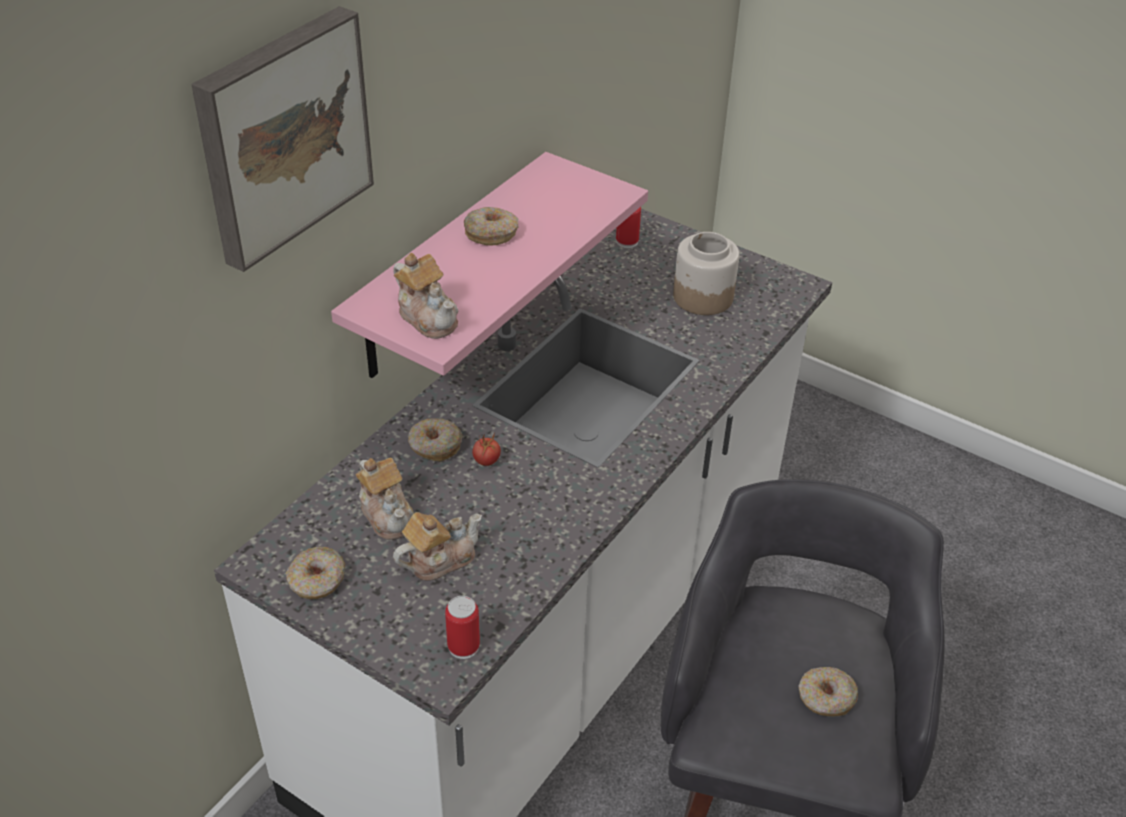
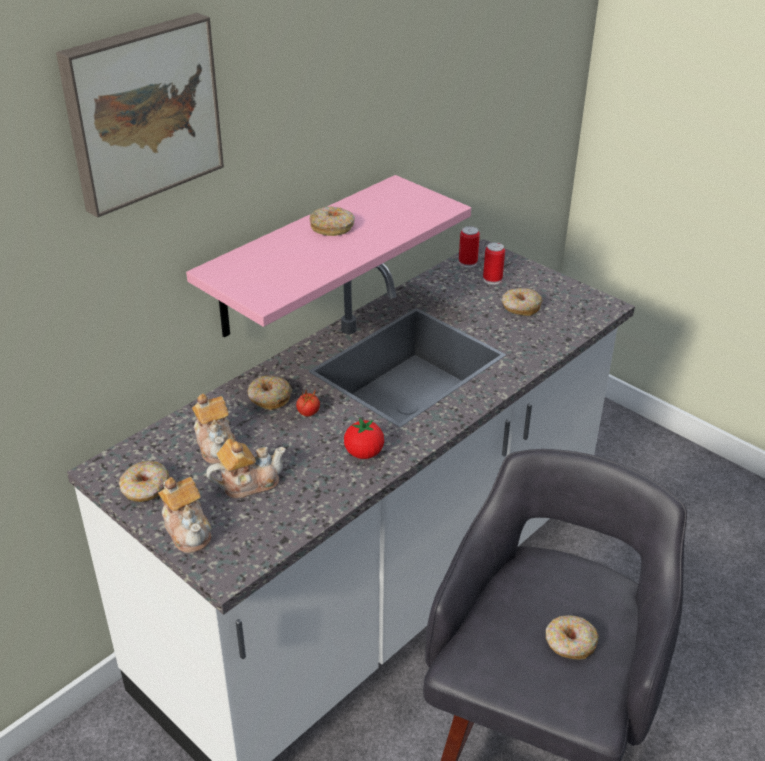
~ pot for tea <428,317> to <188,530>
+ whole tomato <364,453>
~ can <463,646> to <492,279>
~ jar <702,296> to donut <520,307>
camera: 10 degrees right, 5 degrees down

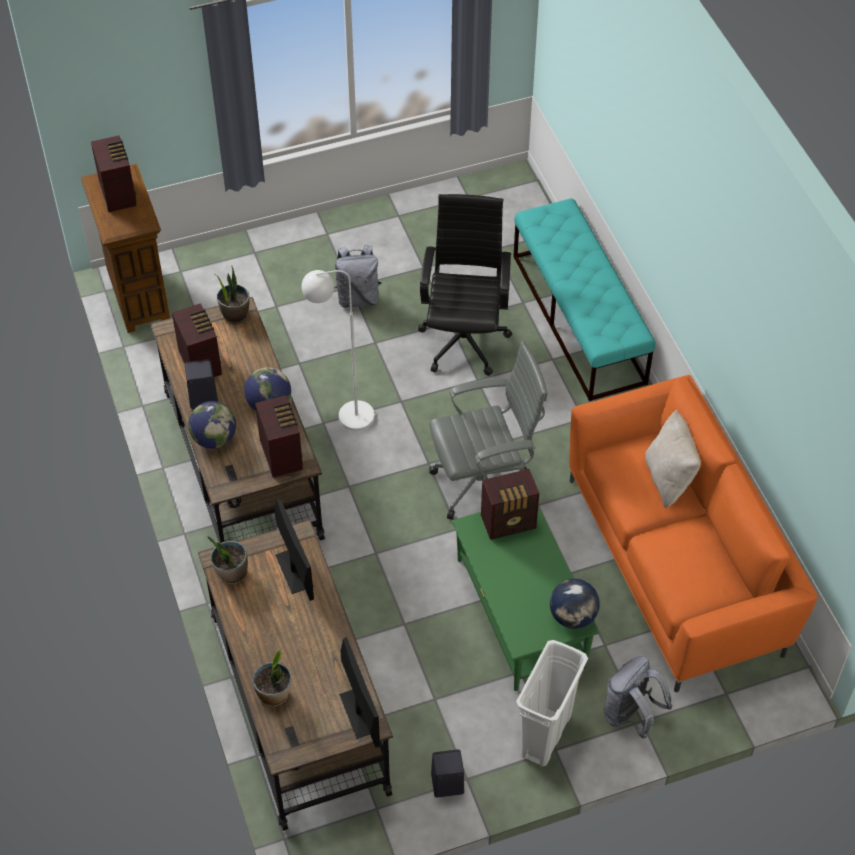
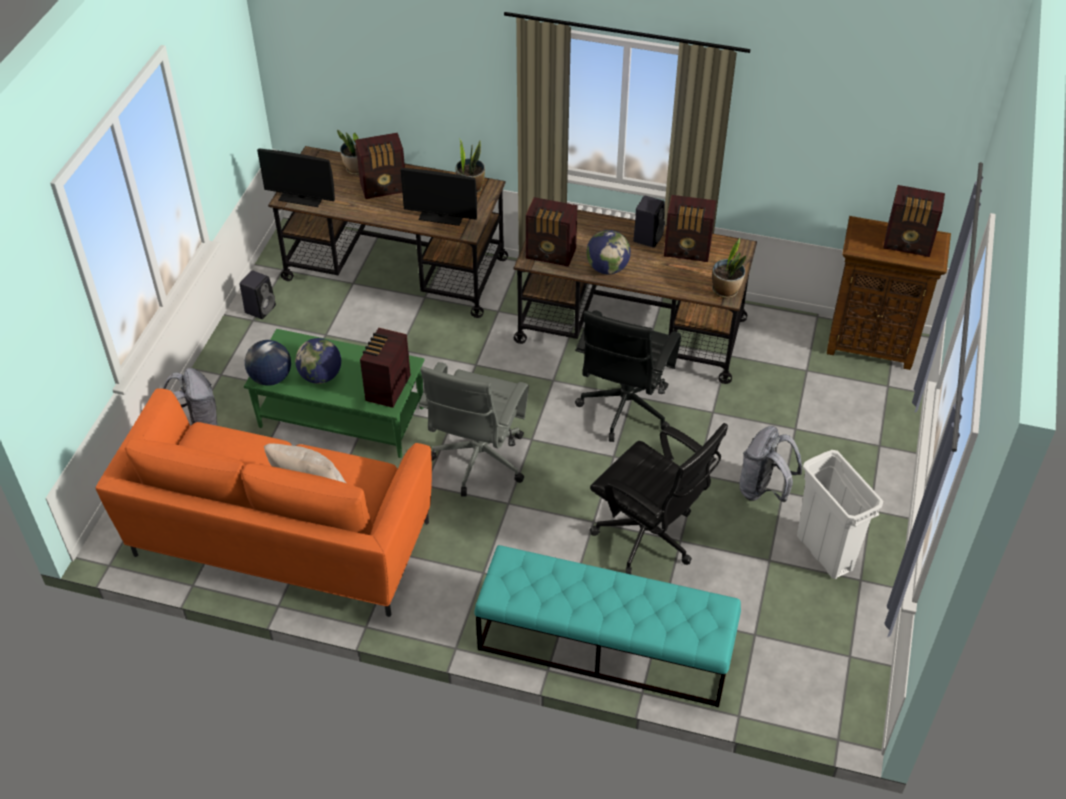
~ world globe <214,439> to <321,376>
+ radio set <384,188>
~ floor lamp (white-coloured) <345,419> to office chair (black) <624,411>
~ waste bin (white-coloured) <546,735> to <825,553>
camera: 125 degrees right, 5 degrees down

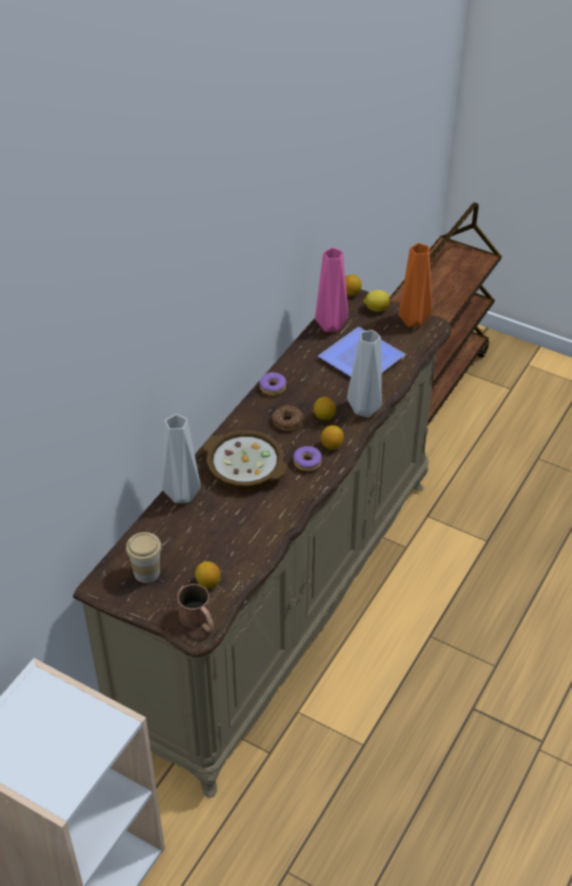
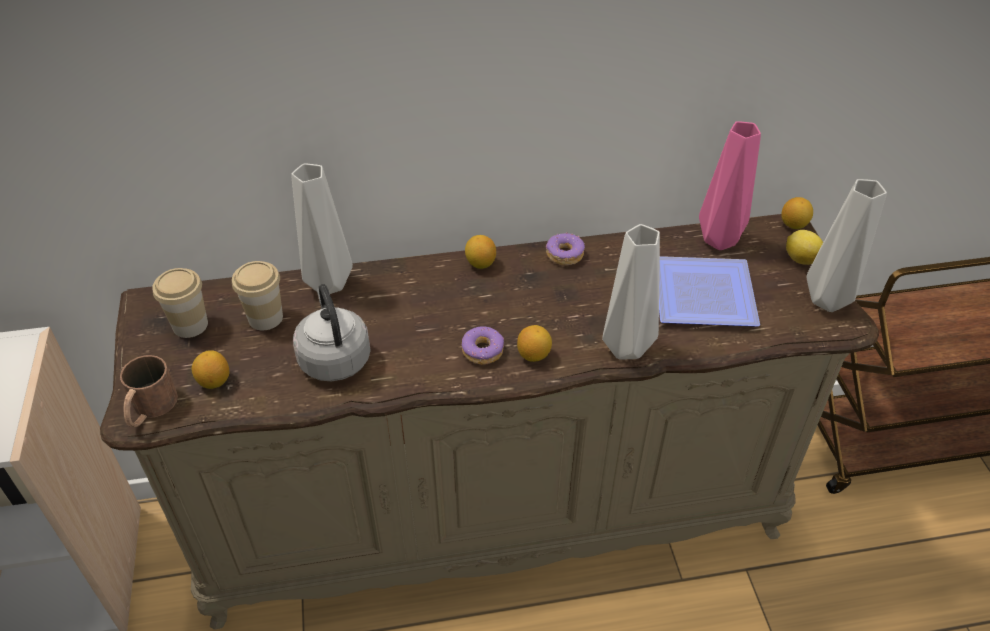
+ cup <265,318>
+ tea kettle (greyish) <334,357>
~ citrus fruit <324,417> to <480,263>
~ vase (orange-coloured) <414,321> to vase (greyish) <829,302>
- serving bowl <245,467>
- donut <287,421>
camera: 50 degrees right, 0 degrees up

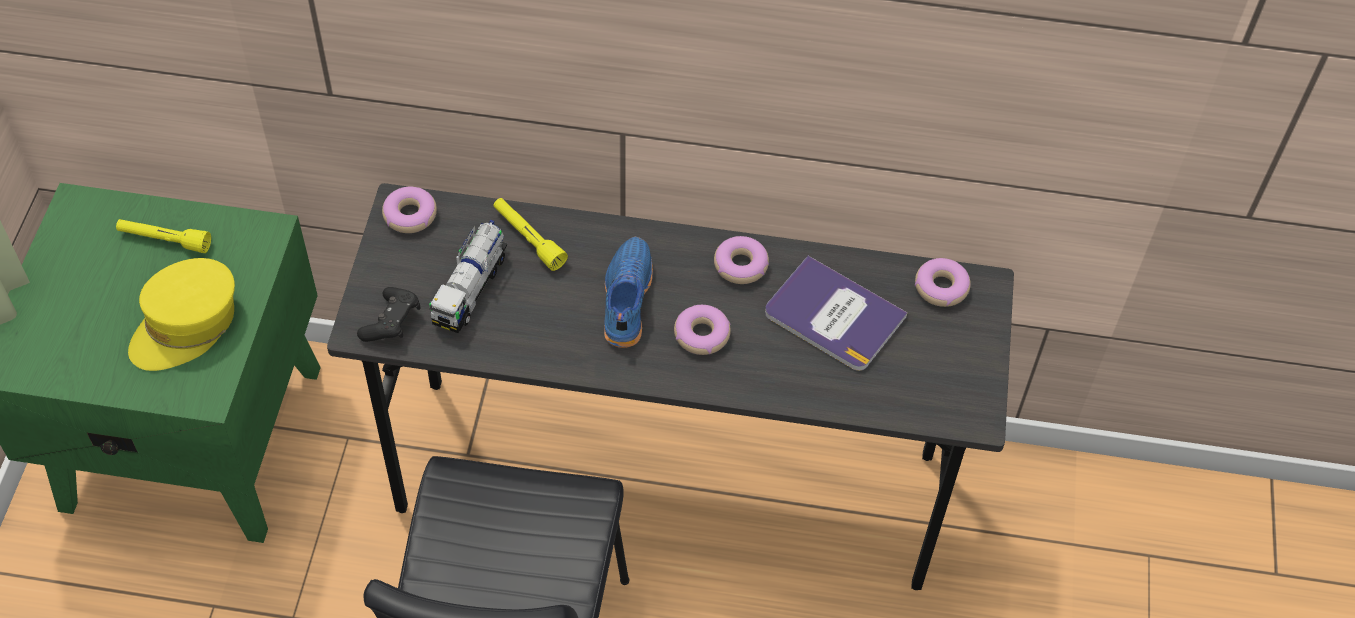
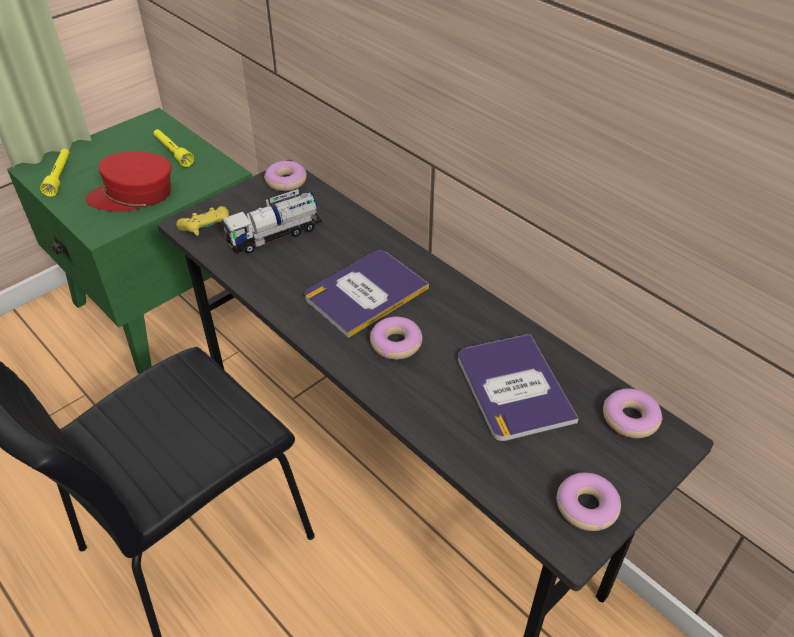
~ torch (yellowish) <528,238> to <59,177>
~ cap (yellowish) <186,325> to cap (red) <133,195>
~ gamepad (black) <392,323> to gamepad (yellowish) <207,229>
~ low shoe (bluish) <625,299> to bound book <365,293>
~ donut <741,265> to <586,507>
camera: 40 degrees right, 10 degrees down

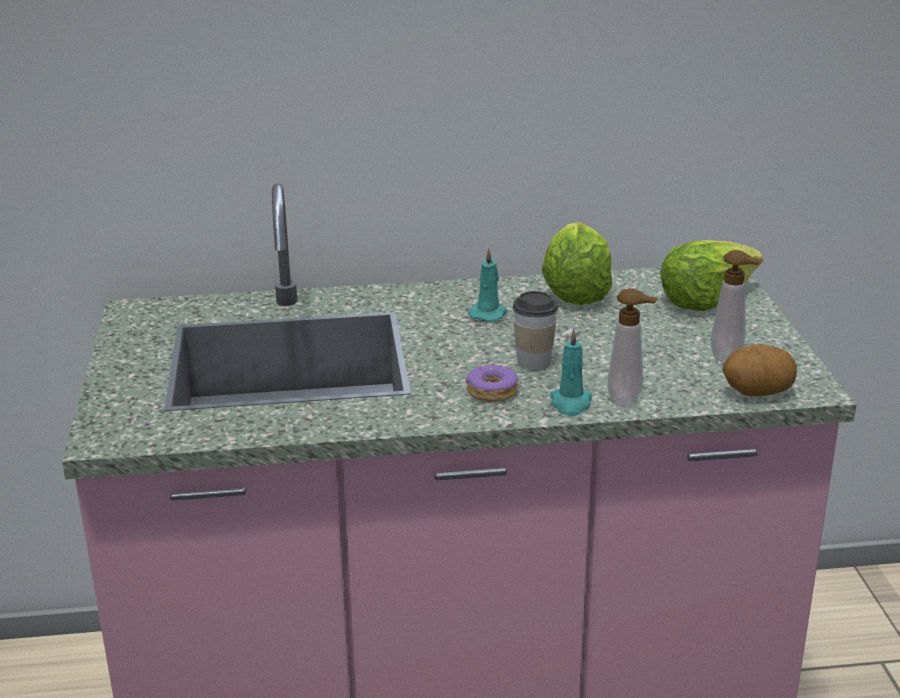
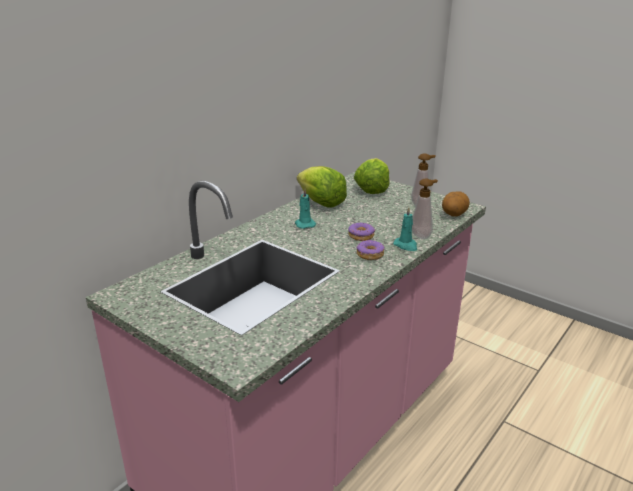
~ cup <534,362> to donut <361,236>
camera: 45 degrees left, 0 degrees up

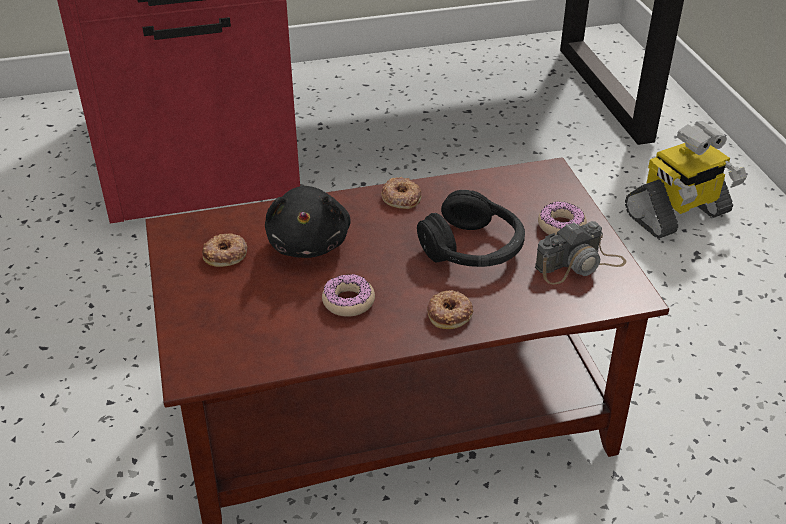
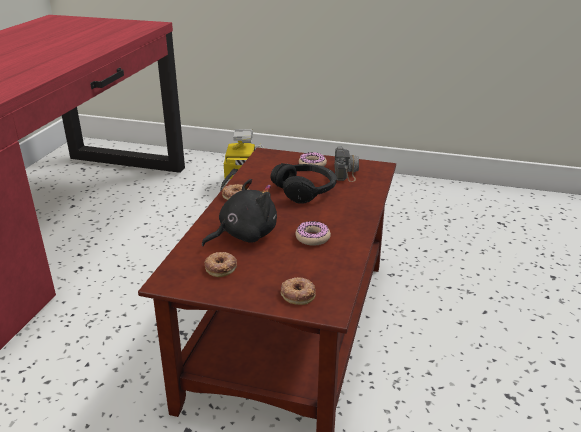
~ plush toy (black) <309,243> = <244,235> 60 degrees counterclockwise
~ donut <450,313> to <298,294>
camera: 60 degrees left, 10 degrees down

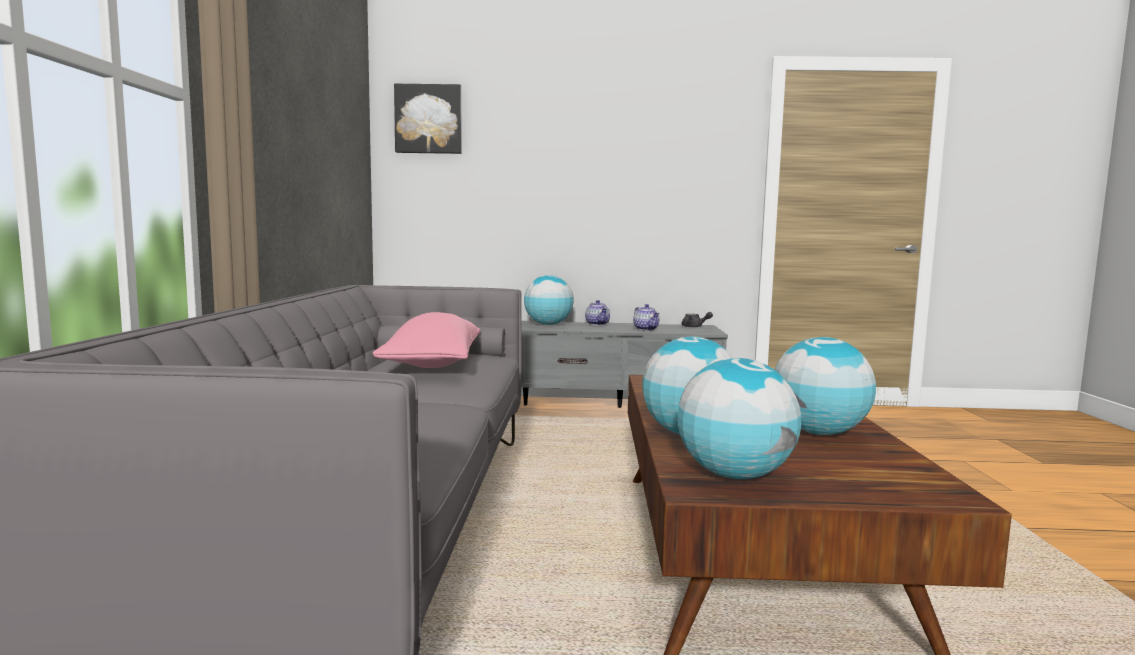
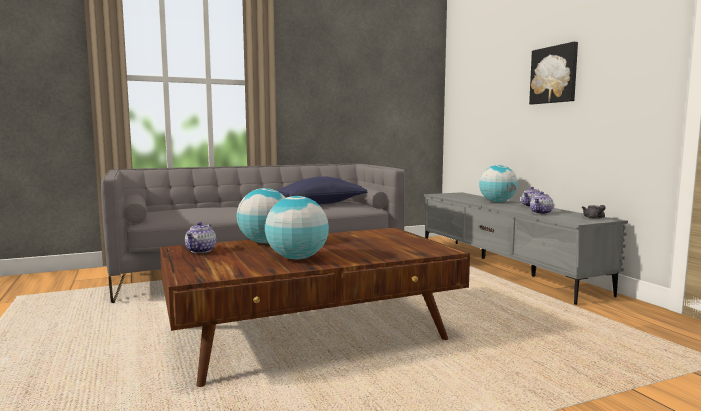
~ world globe <734,475> to pot for tea <201,250>
~ pillow (pink) <432,364> to pillow (bluish) <321,203>
~ wall art <429,119> to <554,75>
camera: 65 degrees right, 0 degrees up

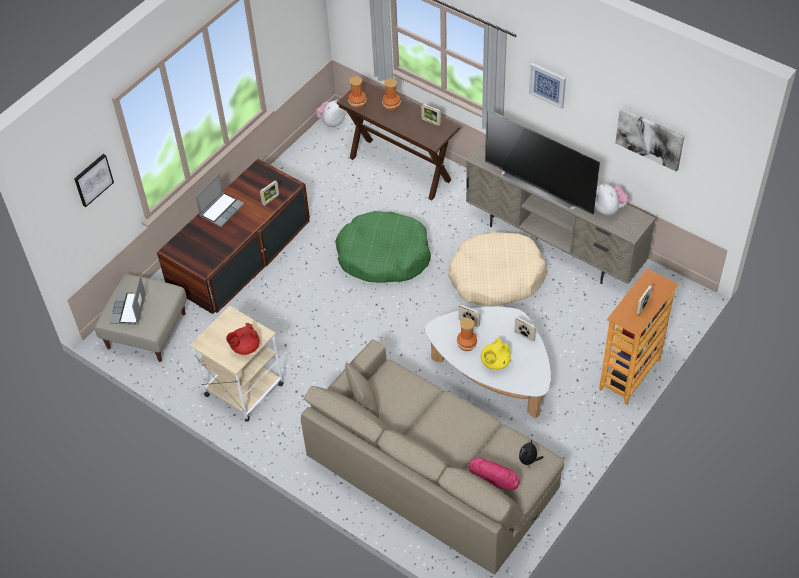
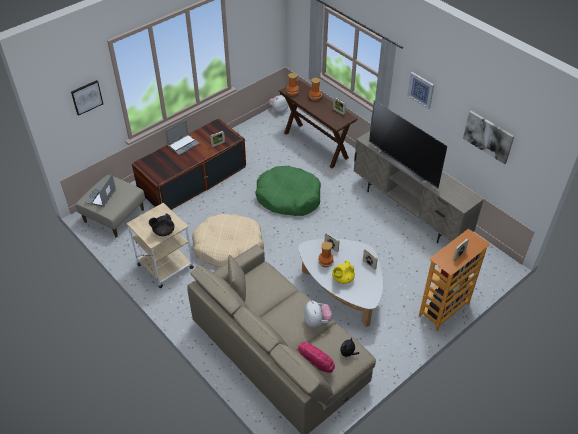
~ pot for tea (red) <245,347> to pot for tea (black) <163,232>
~ dog bed (beige-coloured) <496,277> to <228,247>
~ plush toy <609,209> to <317,321>
camera: 10 degrees right, 5 degrees down

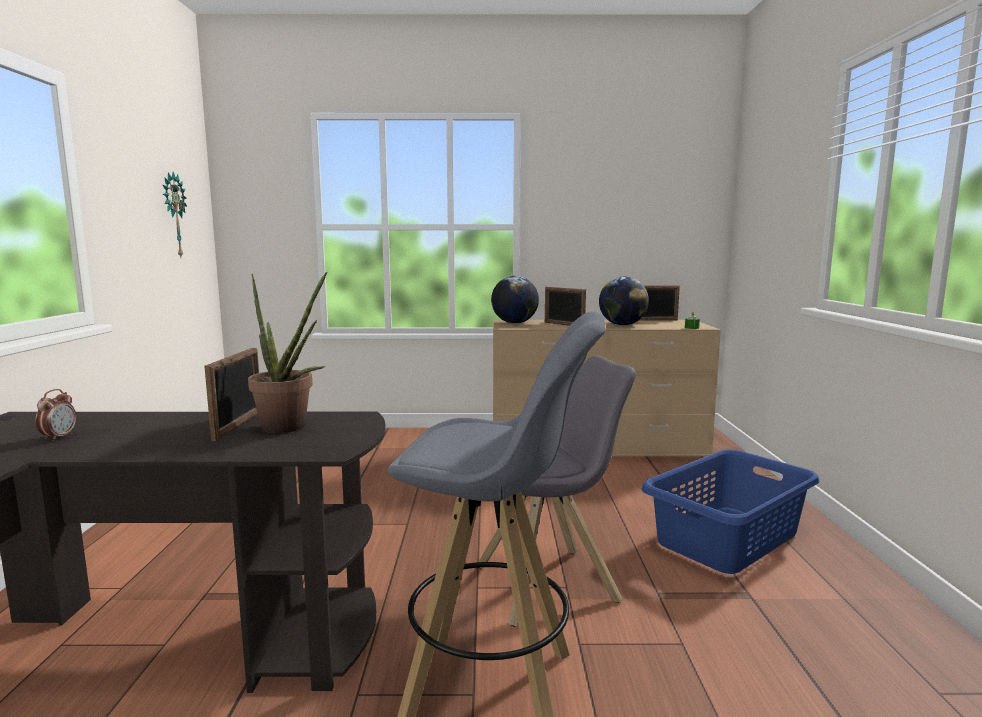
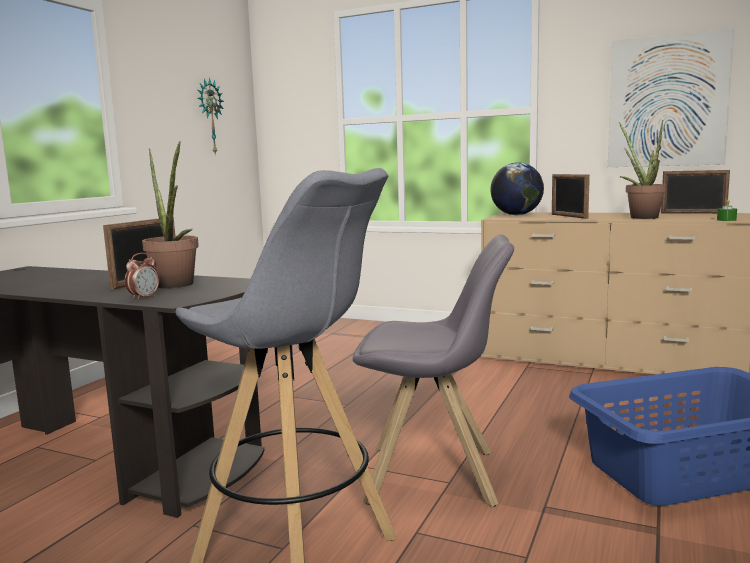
~ alarm clock <59,437> to <144,298>
+ wall art <667,101>
~ world globe <622,325> to plant in a pot <640,217>
camera: 25 degrees right, 0 degrees up

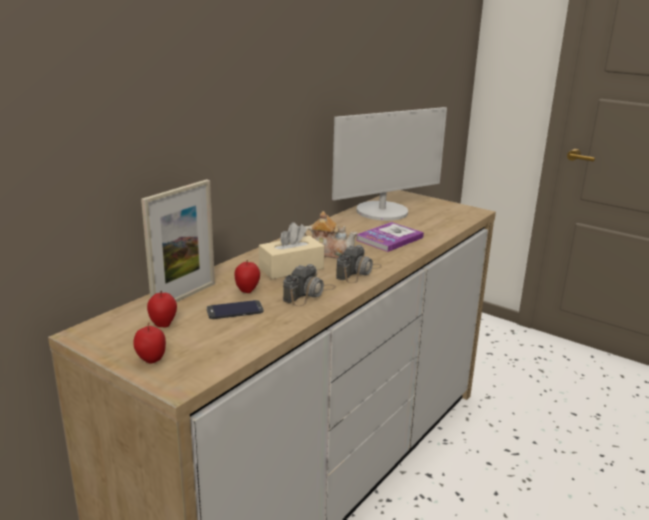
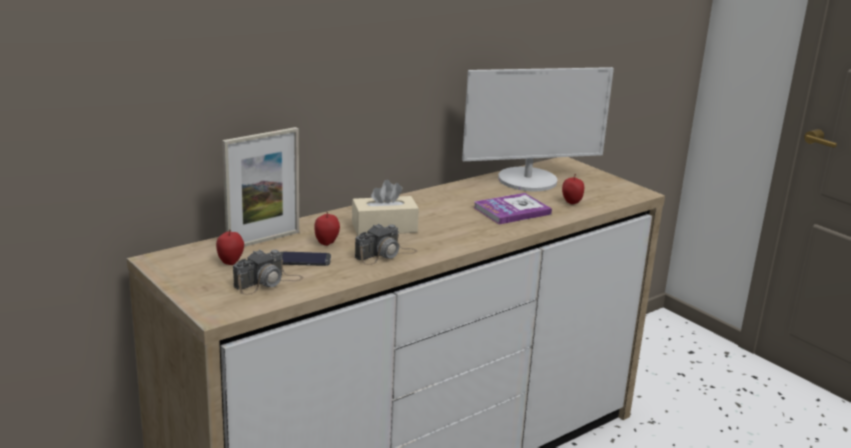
~ photo camera <359,272> to <268,282>
~ whole apple <151,360> to <571,203>
- pot for tea <330,252>
camera: 15 degrees right, 0 degrees up

